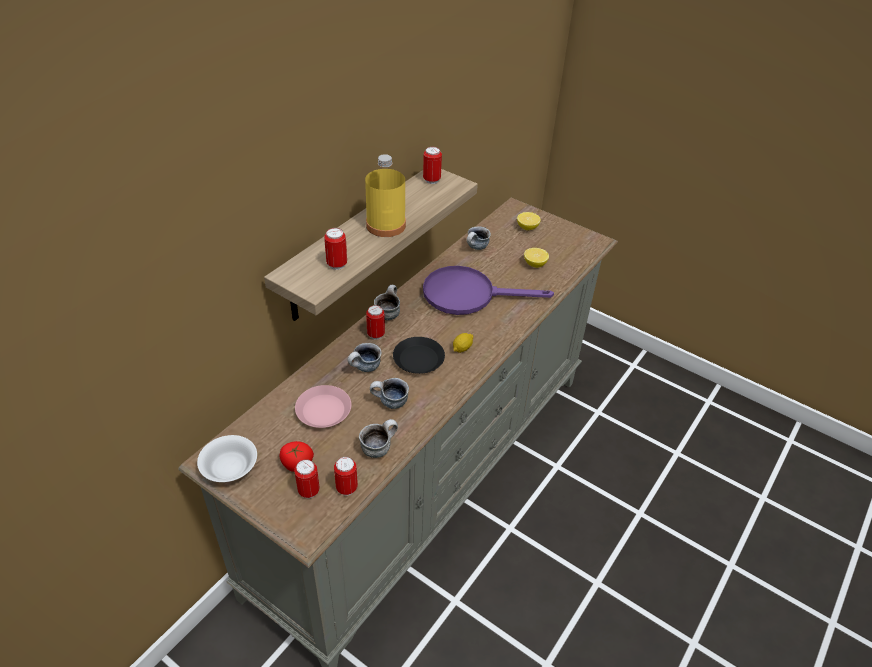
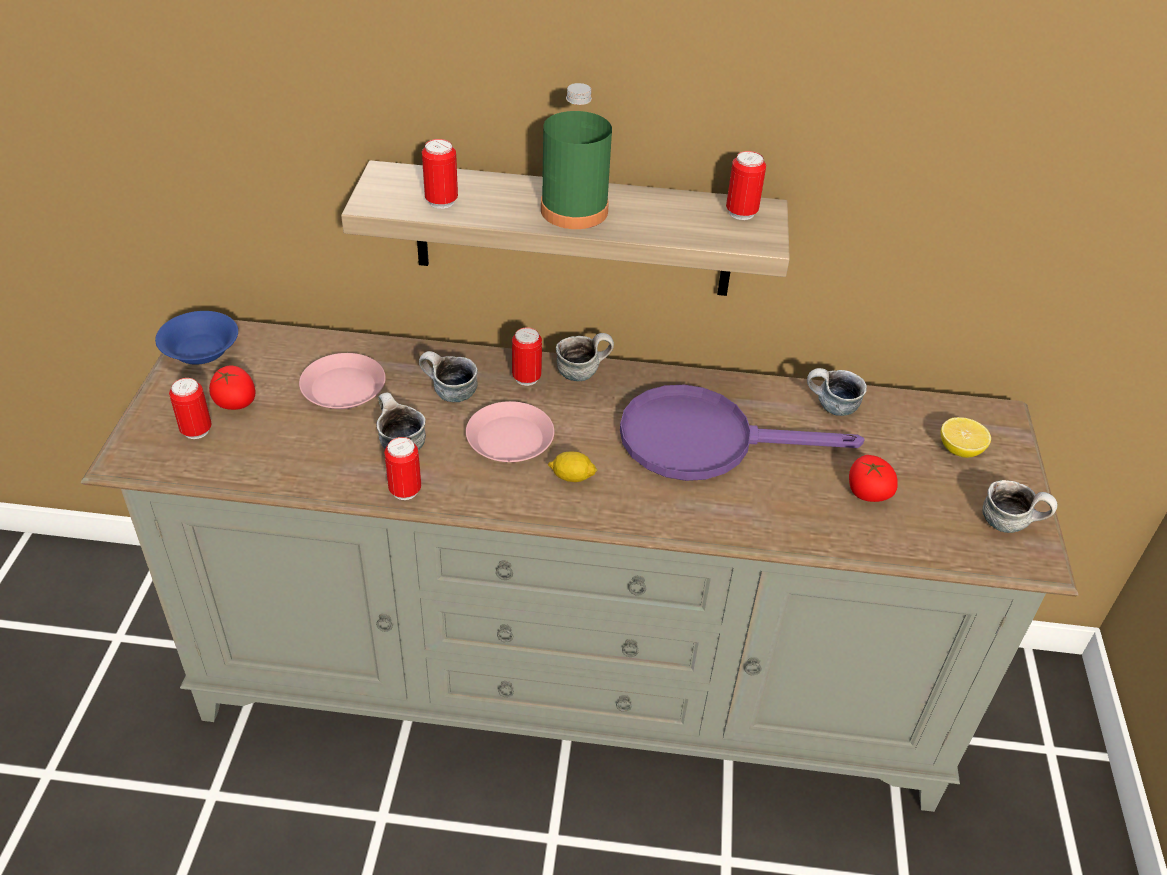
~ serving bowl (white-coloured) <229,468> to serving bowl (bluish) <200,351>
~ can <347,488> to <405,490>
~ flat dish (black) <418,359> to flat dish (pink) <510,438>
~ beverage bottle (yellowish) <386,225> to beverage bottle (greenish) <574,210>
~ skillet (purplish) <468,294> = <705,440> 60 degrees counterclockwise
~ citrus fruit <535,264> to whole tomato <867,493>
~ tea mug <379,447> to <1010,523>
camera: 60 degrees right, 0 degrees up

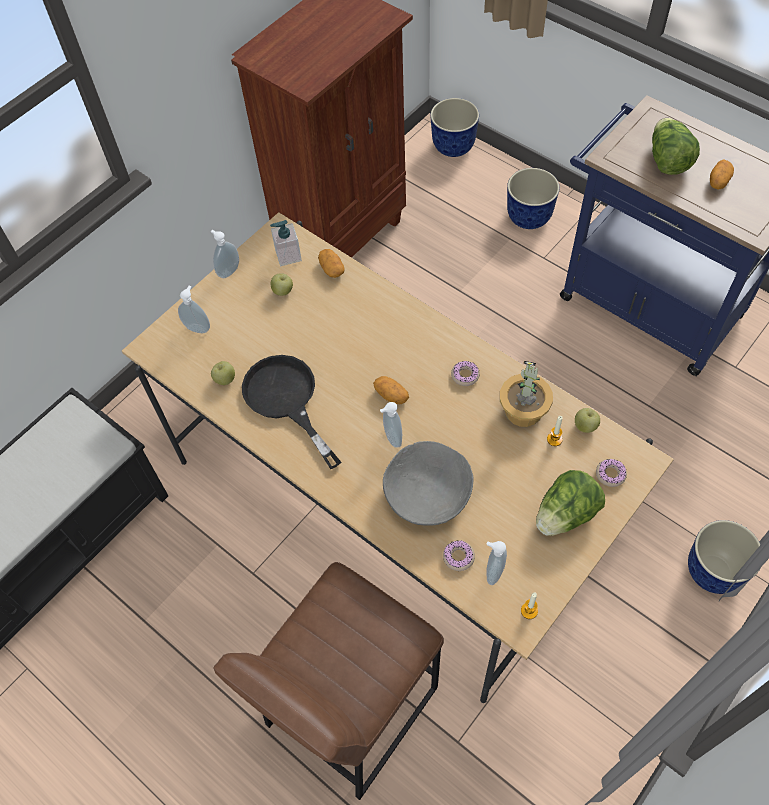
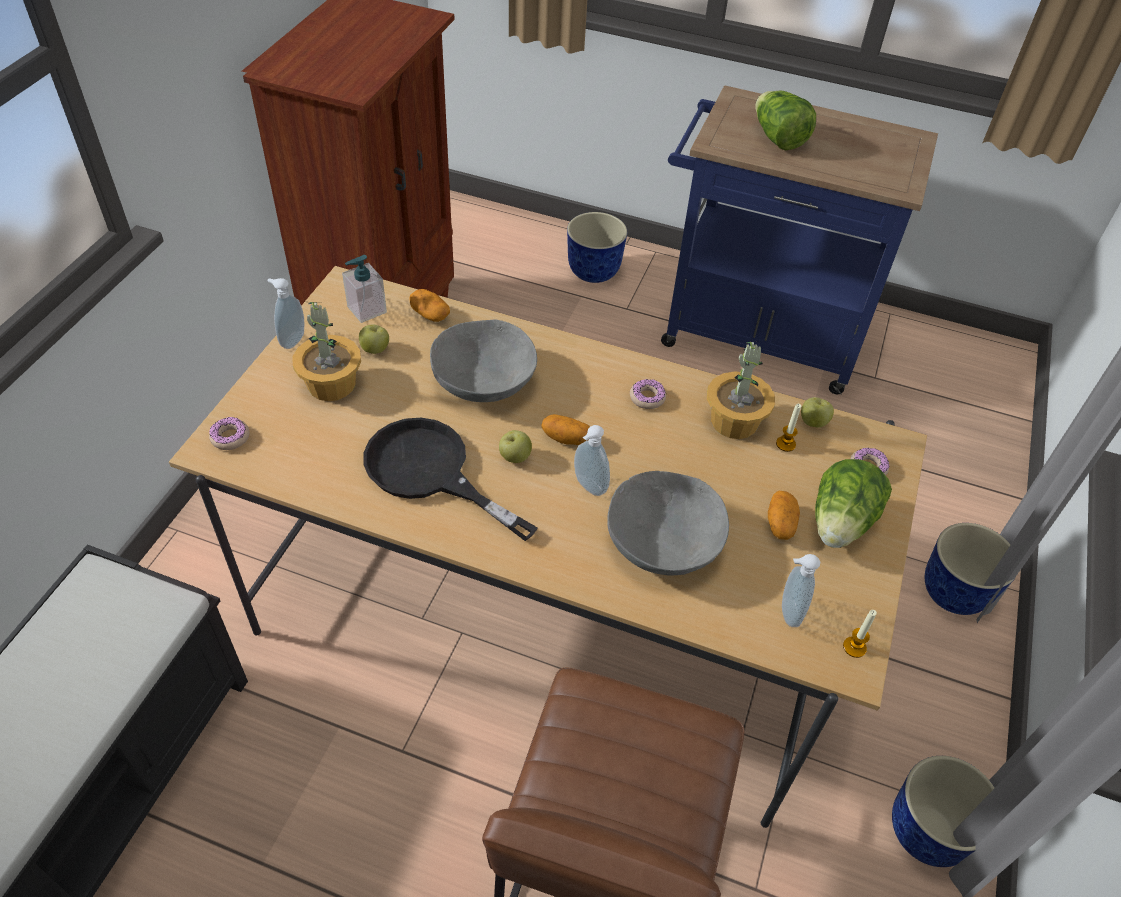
~ donut <458,557> to <230,437>
+ plant in a pot <331,384>
+ serving bowl (greyish) <484,380>
~ whole apple <225,379> to <515,457>
~ potato <718,181> to <780,523>
~ planter <454,147> to <927,833>
- soap dispenser <198,327>
camera: 25 degrees left, 10 degrees down

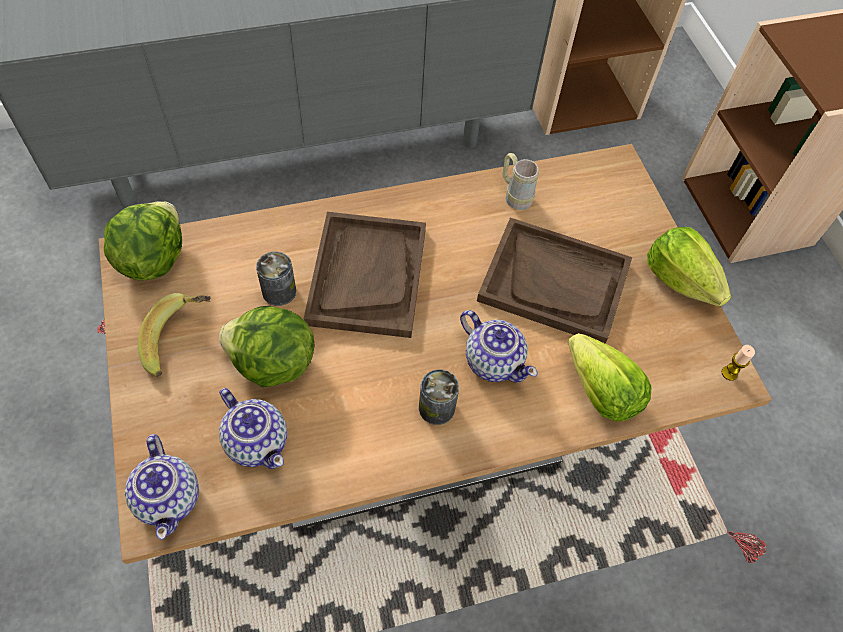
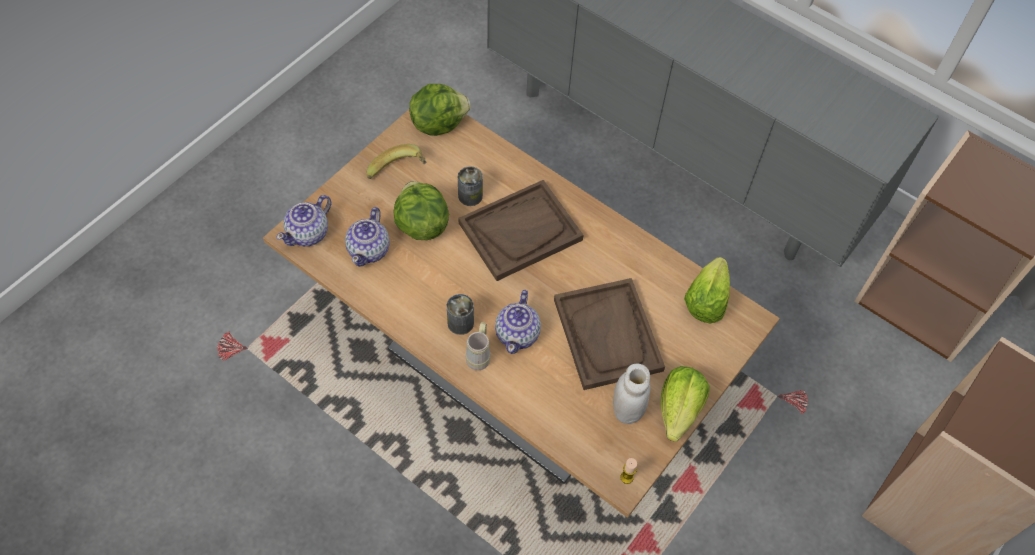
~ tea mug (beige-coloured) <514,196> to <479,355>
+ jar (white-coloured) <627,410>
~ lettuce <600,392> to <706,301>
camera: 55 degrees right, 0 degrees up

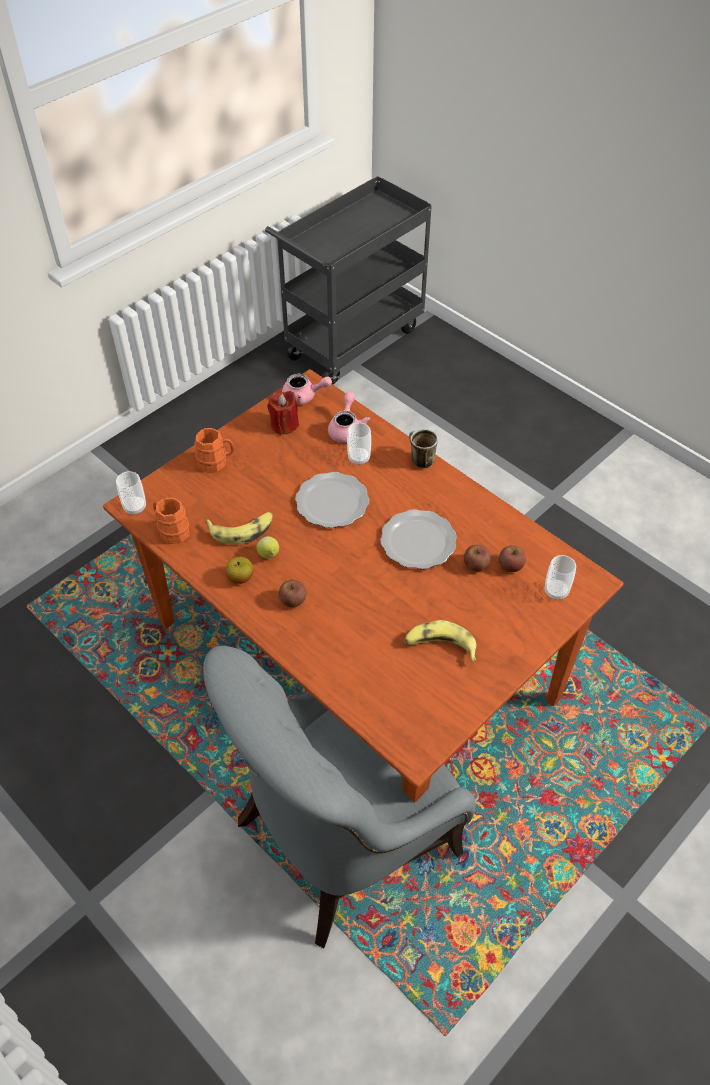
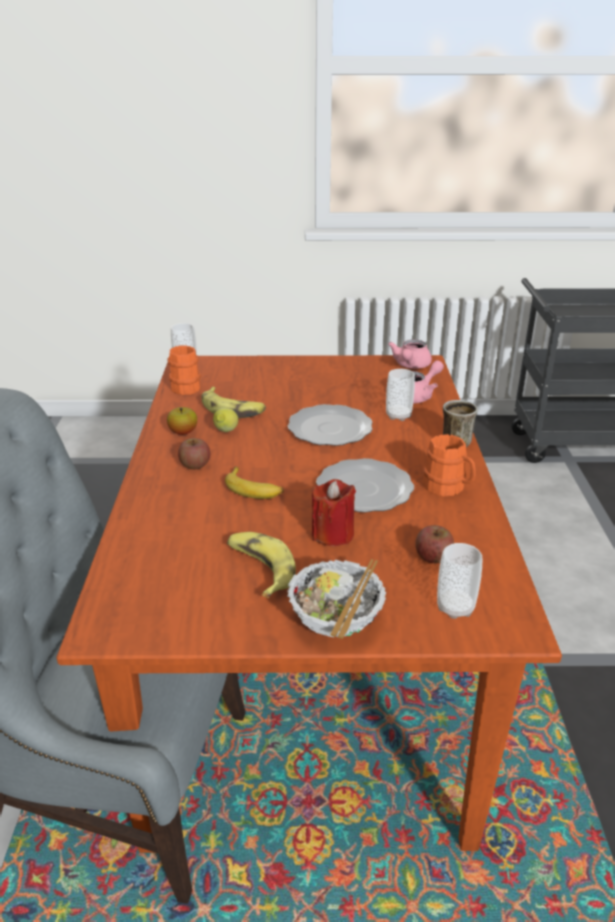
+ banana fruit <254,489>
+ serving bowl <337,621>
~ candle (red) <284,425> to <332,534>
~ pot for tea (pink) <304,397> = <410,366> 60 degrees clockwise
~ tea mug (orange-coloured) <216,462> to <448,488>
- whole apple <476,565>
camera: 45 degrees right, 20 degrees down

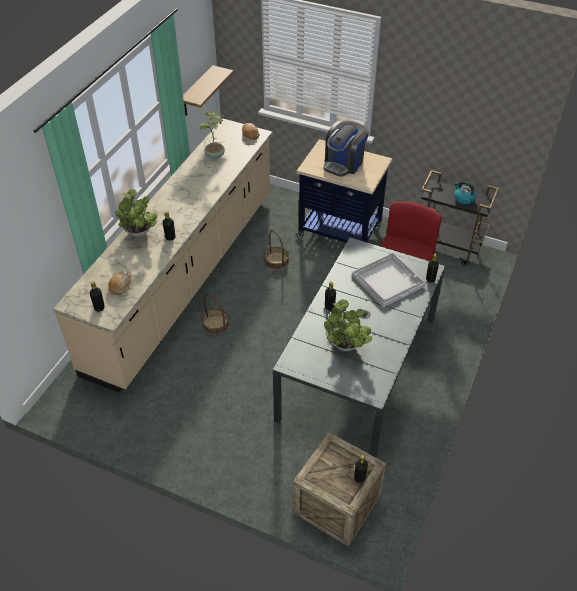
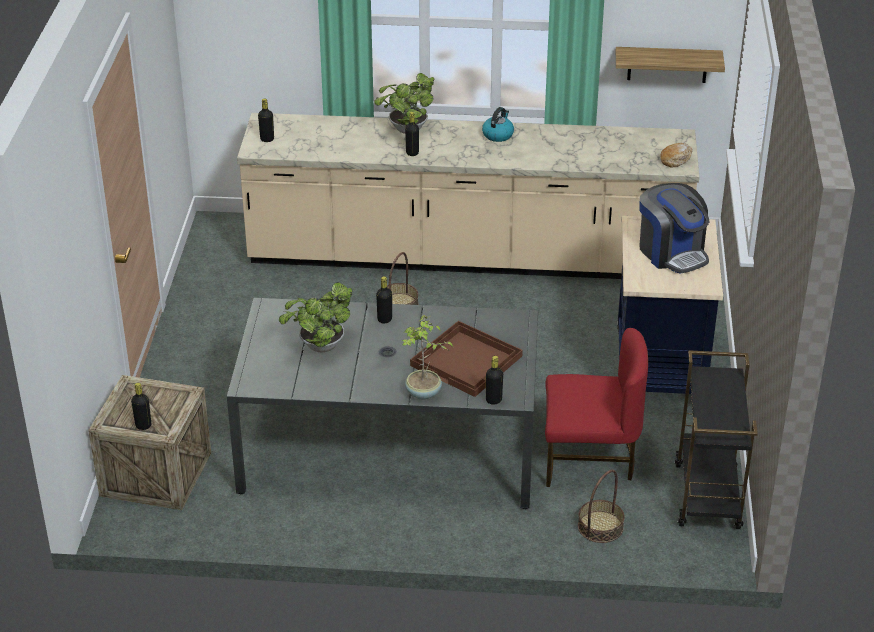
~ plant in a pot <215,155> to <423,393>
~ serving tray (white-coloured) <388,280> to serving tray (brown-coloured) <467,360>
~ tea kettle <463,198> to <498,135>
~ basket <276,261> to <600,527>
~ coffee maker <344,163> = <672,252> 135 degrees counterclockwise
- bread <121,285>
camera: 70 degrees right, 10 degrees down

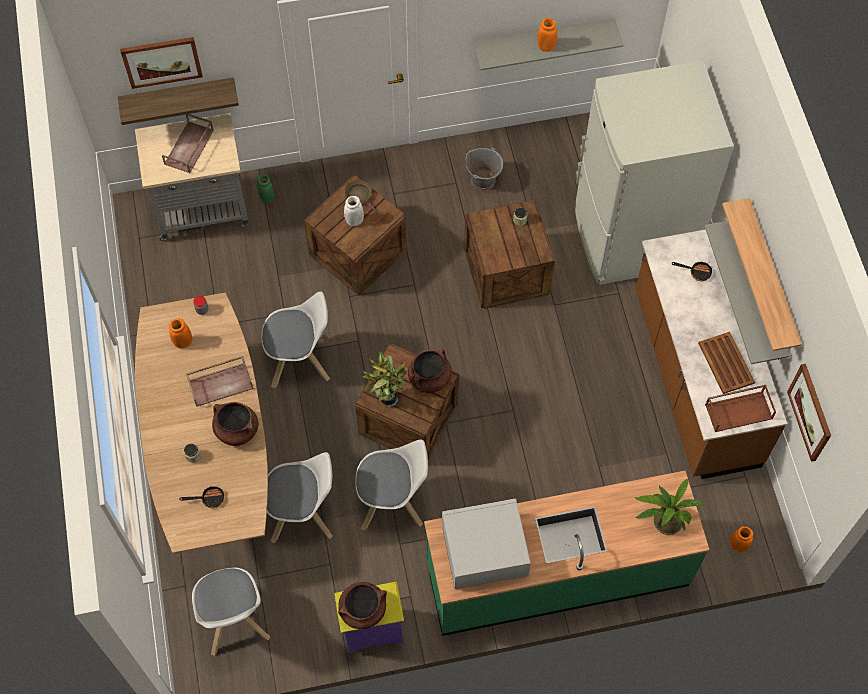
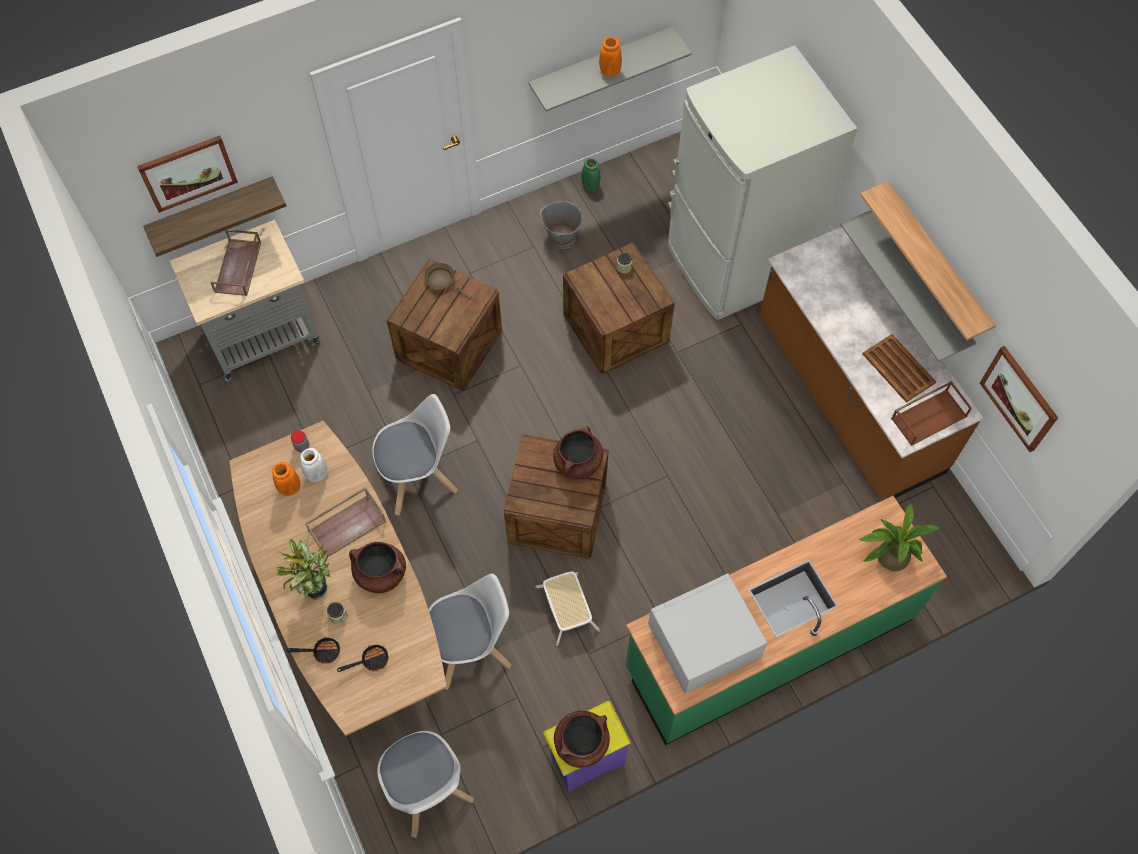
~ plant in a pot <386,398> to <314,588>
~ skillet <697,272> to <322,651>
~ vase (white-coloured) <354,220> to <317,474>
~ chair <393,501> to step stool (beige-coloured) <566,608>
~ vase (greenish) <267,197> to <590,185>
- vase (orange-coloured) <738,545>
camera: 15 degrees left, 0 degrees up

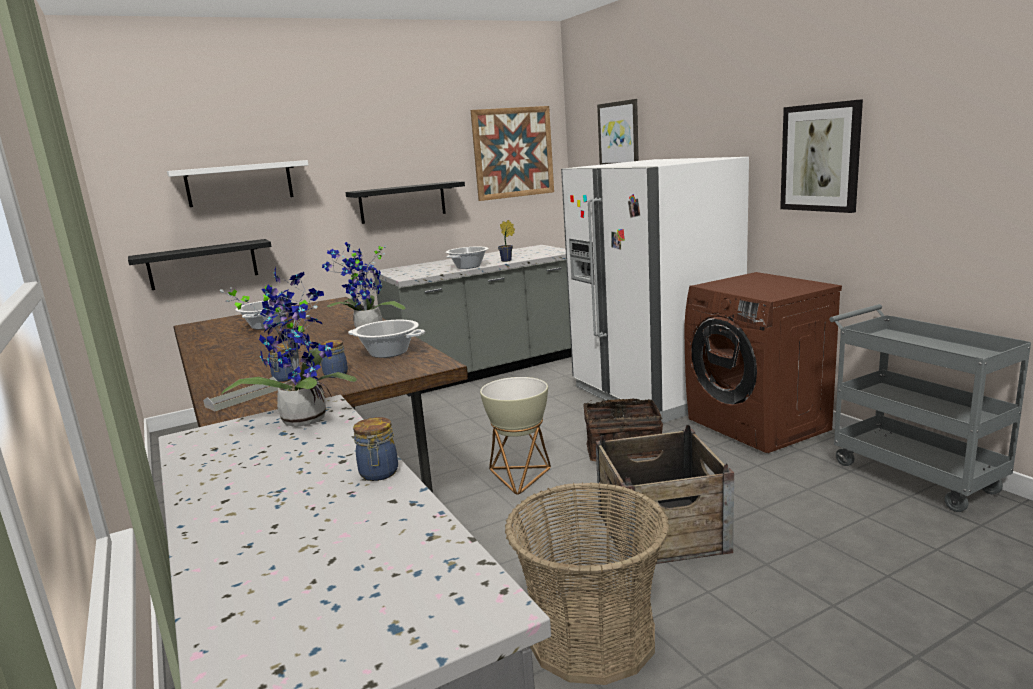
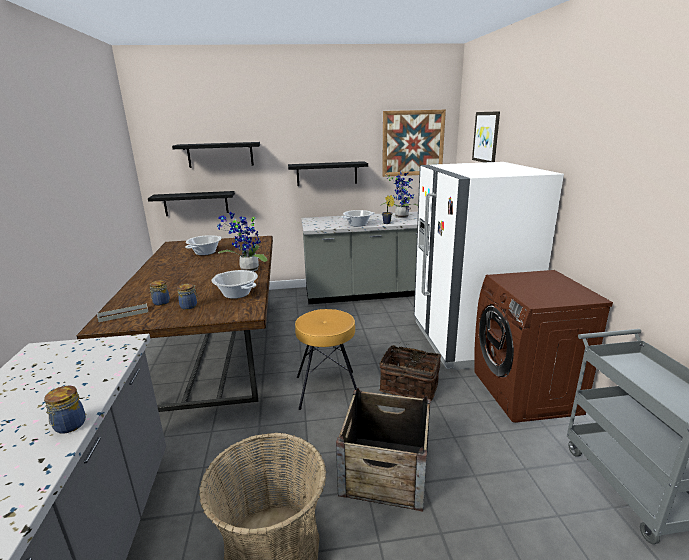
~ shelf (white-coloured) <239,183> to shelf (black) <220,154>
~ planter <521,477> to stool (brown-coloured) <327,389>
~ plant in a pot <304,417> to <401,216>
- wall art <820,158>
camera: 20 degrees right, 5 degrees up

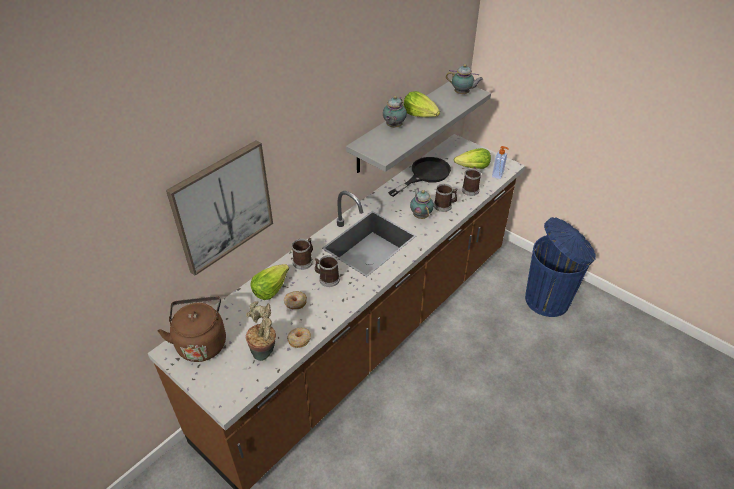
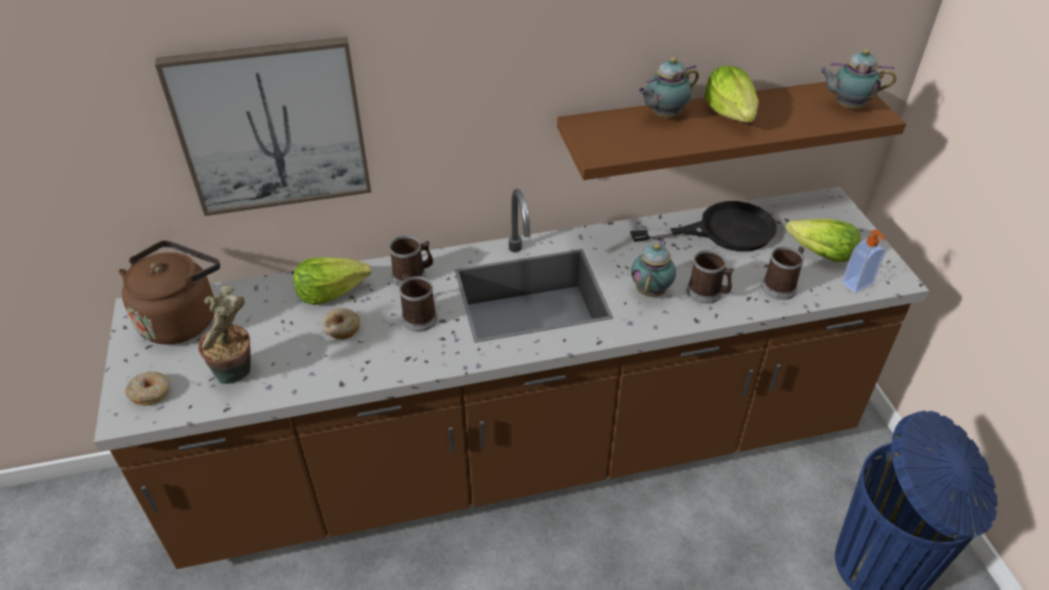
~ donut <299,339> to <151,392>
~ shelf (greyish) <403,126> to shelf (brown-coloured) <707,127>
~ pot for tea <462,93> = <847,106> 135 degrees clockwise
camera: 35 degrees right, 0 degrees up

